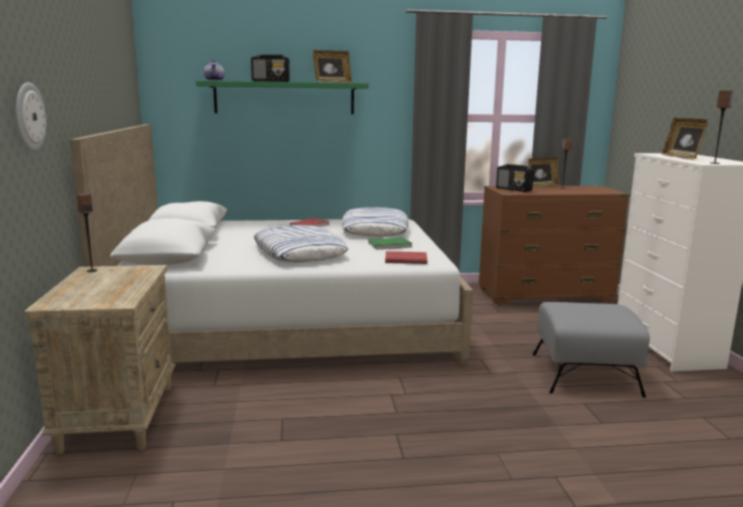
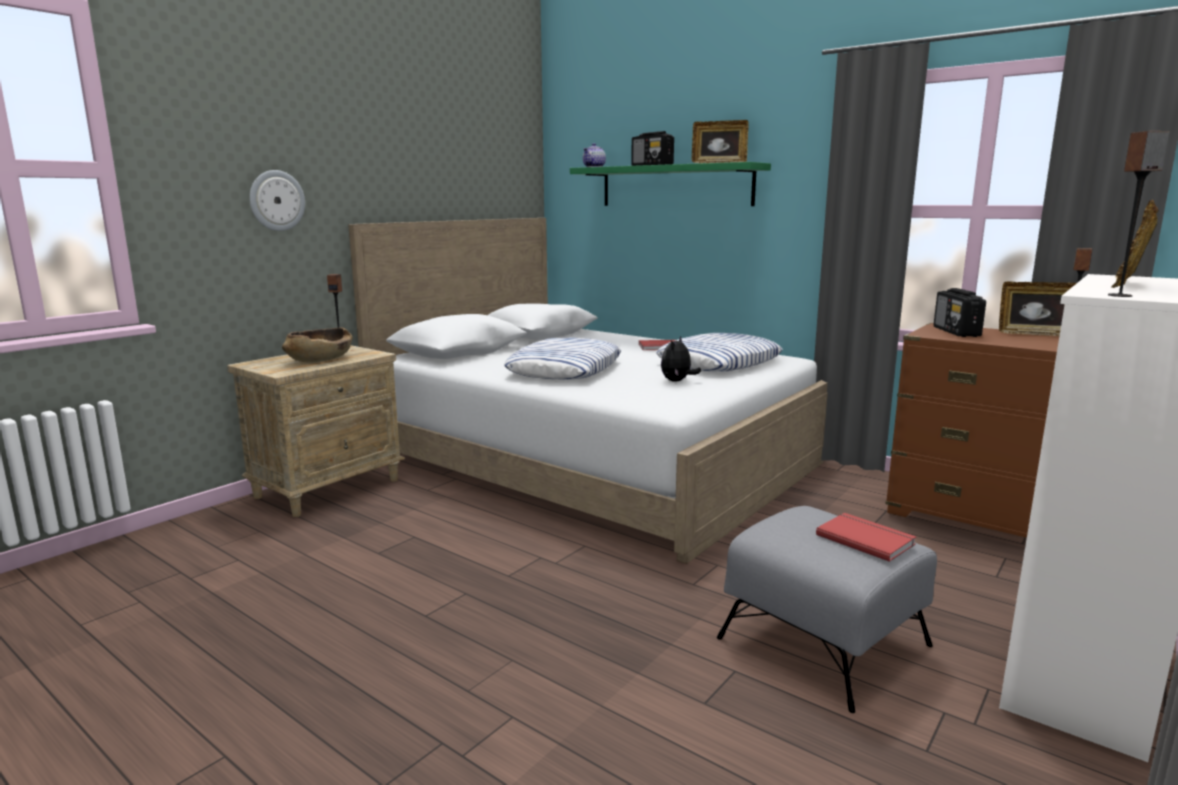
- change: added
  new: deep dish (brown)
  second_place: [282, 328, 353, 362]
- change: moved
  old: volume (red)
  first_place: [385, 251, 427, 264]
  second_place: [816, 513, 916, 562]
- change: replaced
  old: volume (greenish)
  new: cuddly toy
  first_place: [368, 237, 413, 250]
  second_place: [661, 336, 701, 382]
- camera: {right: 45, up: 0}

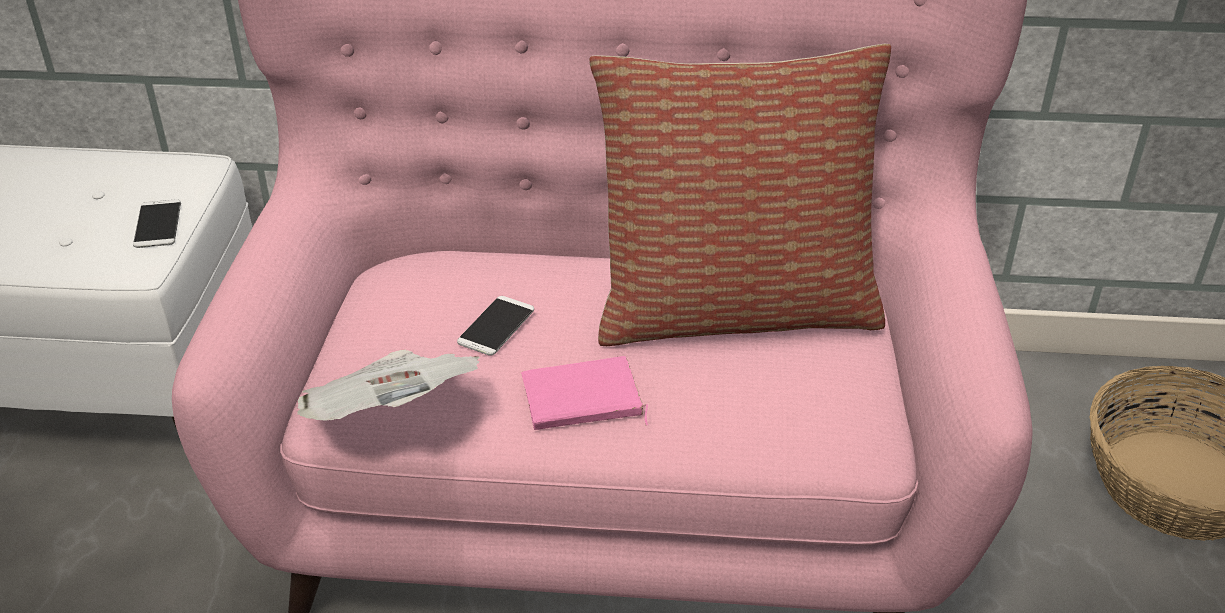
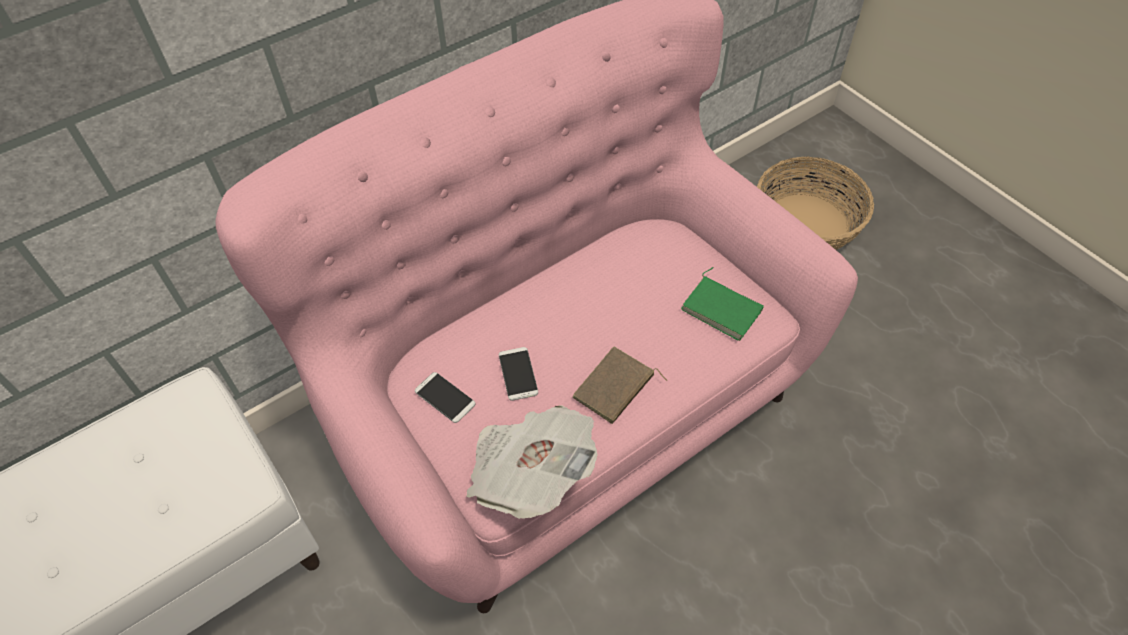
- change: removed
  old: throw pillow
  first_place: [589, 44, 891, 346]
- change: added
  new: volume (greenish)
  second_place: [681, 267, 764, 341]
- change: moved
  old: phone
  first_place: [133, 199, 181, 248]
  second_place: [415, 372, 475, 423]
- change: recoloured
  old: volume (pink-coloured)
  new: volume (brown)
  first_place: [521, 356, 648, 430]
  second_place: [573, 347, 667, 424]
- camera: {right: -40, up: 15}

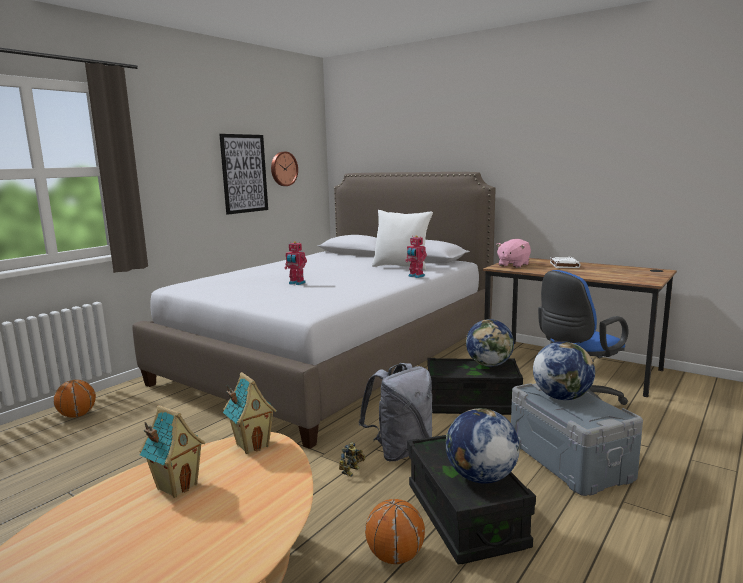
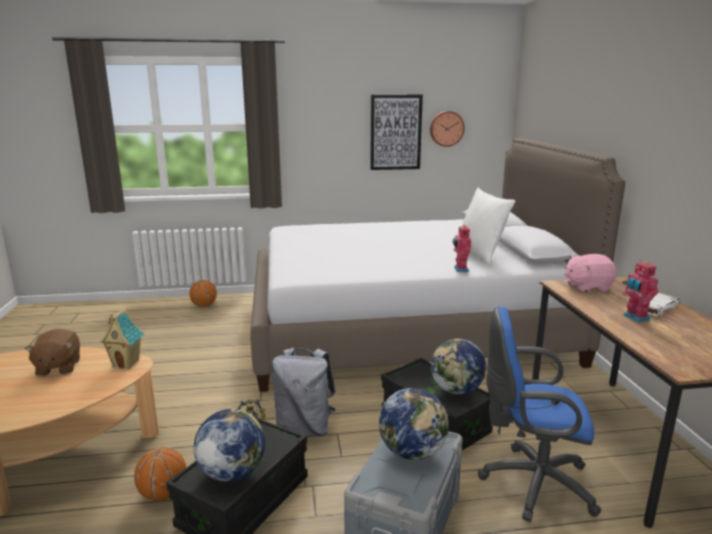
- change: moved
  old: robot figure
  first_place: [285, 241, 307, 285]
  second_place: [622, 260, 658, 322]
- change: replaced
  old: toy house
  new: cuddly toy (brown)
  first_place: [139, 405, 205, 498]
  second_place: [25, 329, 80, 376]
- camera: {right: 45, up: 5}

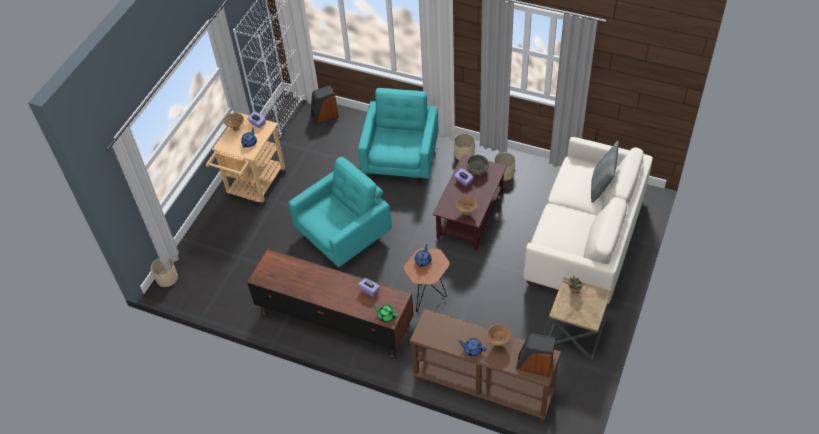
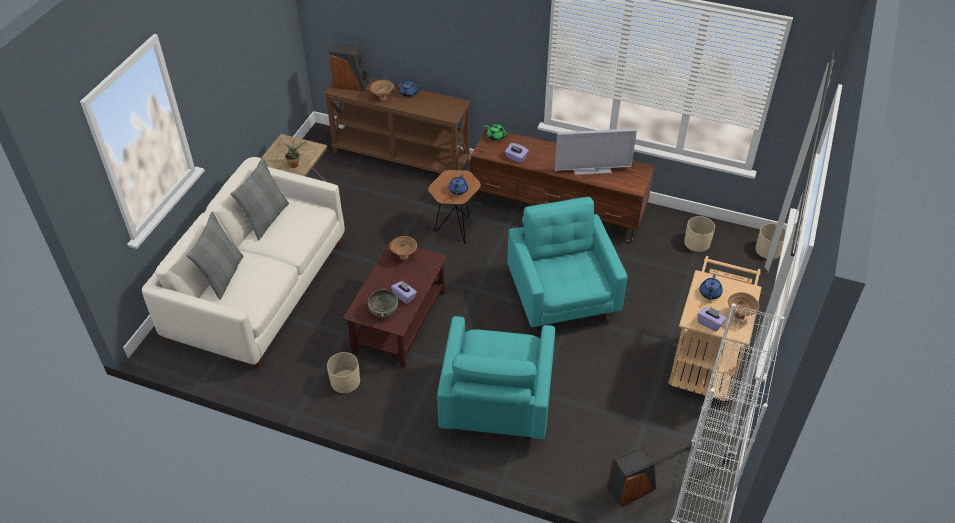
- change: added
  new: throw pillow (grey)
  second_place: [231, 157, 289, 240]
- change: added
  new: TV set
  second_place: [555, 128, 637, 175]
- change: moved
  old: plant pot (beige-coloured)
  first_place: [454, 133, 475, 160]
  second_place: [684, 216, 715, 252]
- change: turned
  old: armchair (blue-green)
  first_place: [289, 157, 392, 267]
  second_place: [507, 197, 628, 330]
  degrees: 120
- camera: {right: 175, up: -5}

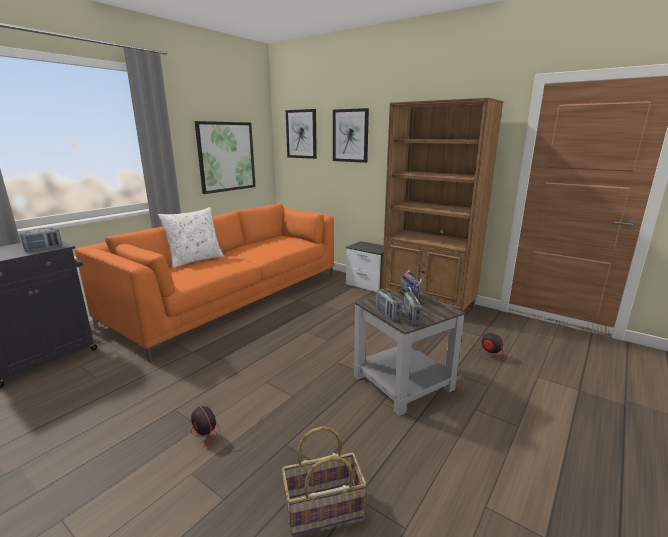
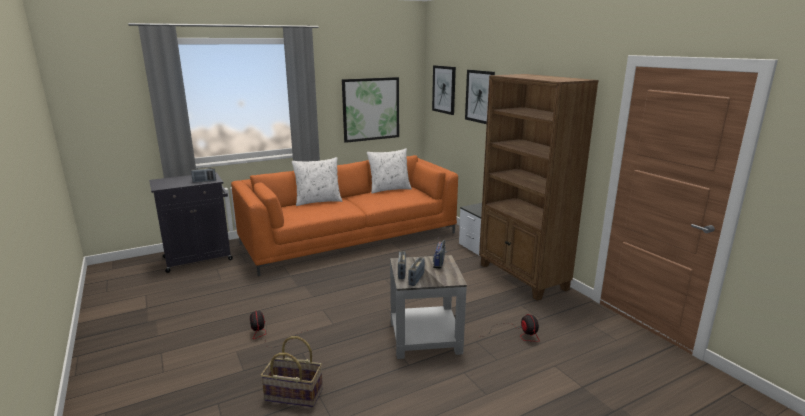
- change: added
  new: throw pillow (white)
  second_place: [367, 148, 412, 194]
- camera: {right: 25, up: 0}

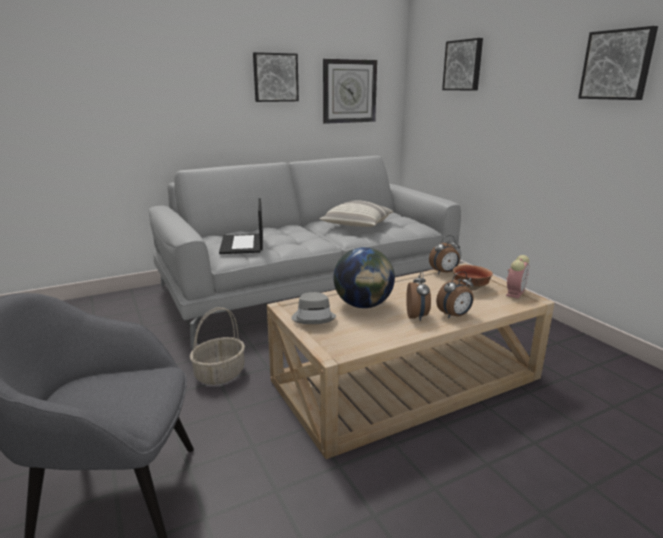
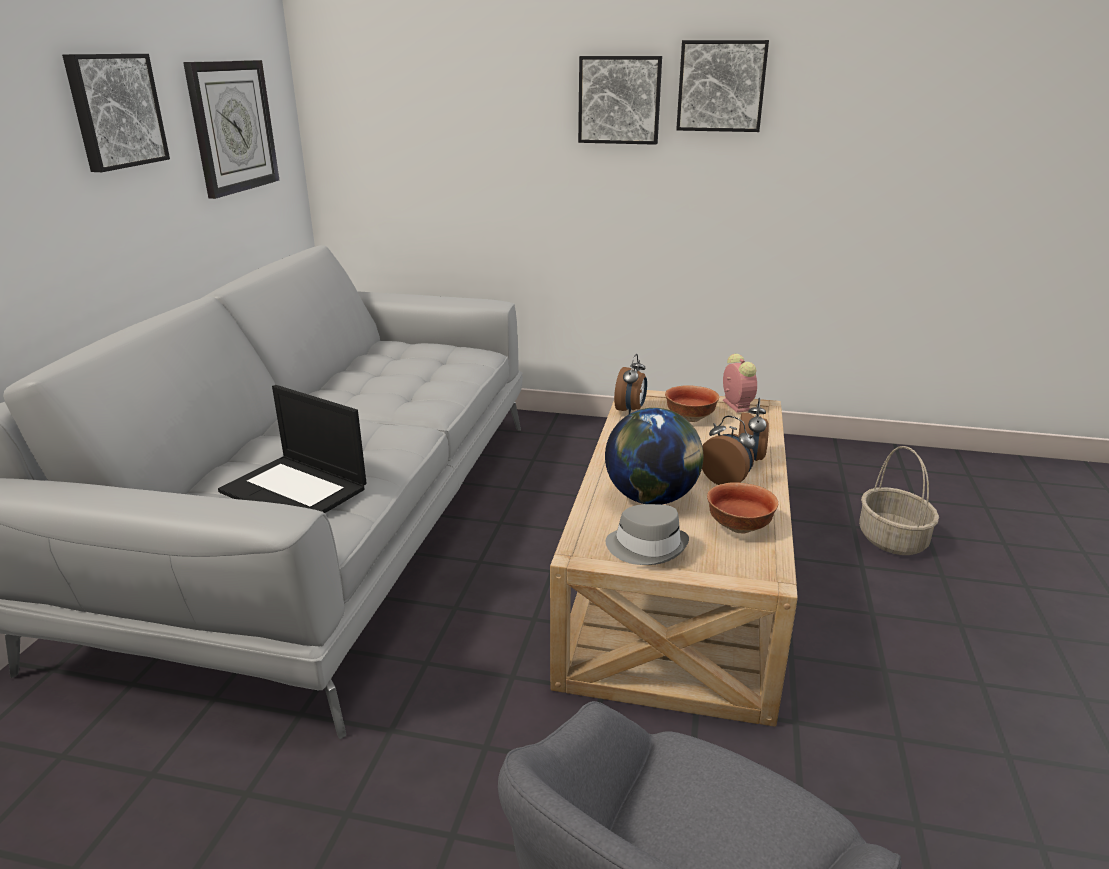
- change: removed
  old: throw pillow
  first_place: [319, 200, 393, 227]
- change: added
  new: deep dish
  second_place: [707, 483, 778, 534]
- change: moved
  old: basket
  first_place: [190, 307, 245, 385]
  second_place: [859, 446, 939, 555]
- change: moved
  old: wall picture
  first_place: [442, 38, 483, 91]
  second_place: [578, 56, 662, 145]
- camera: {right: -50, up: 5}

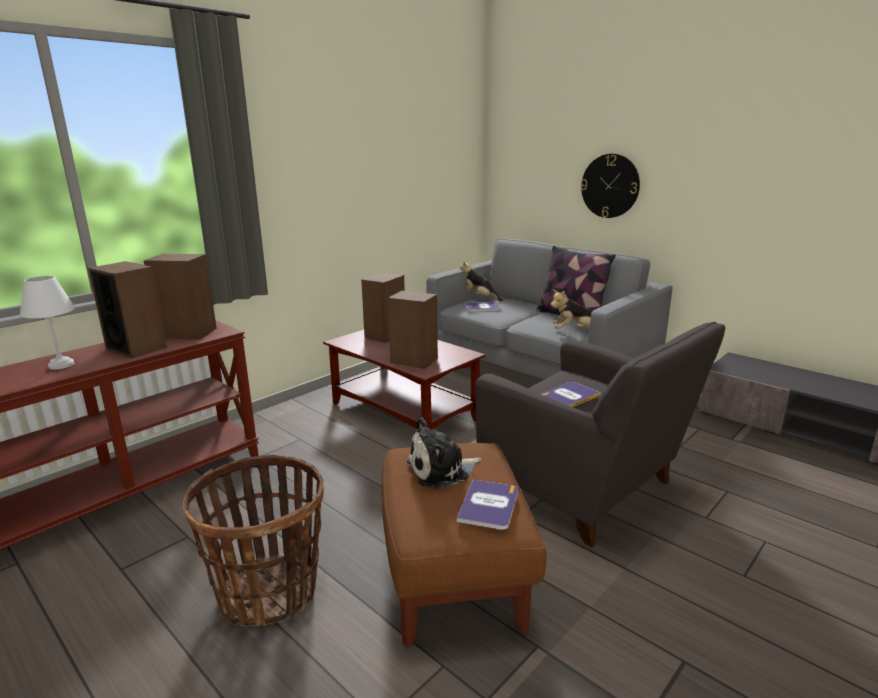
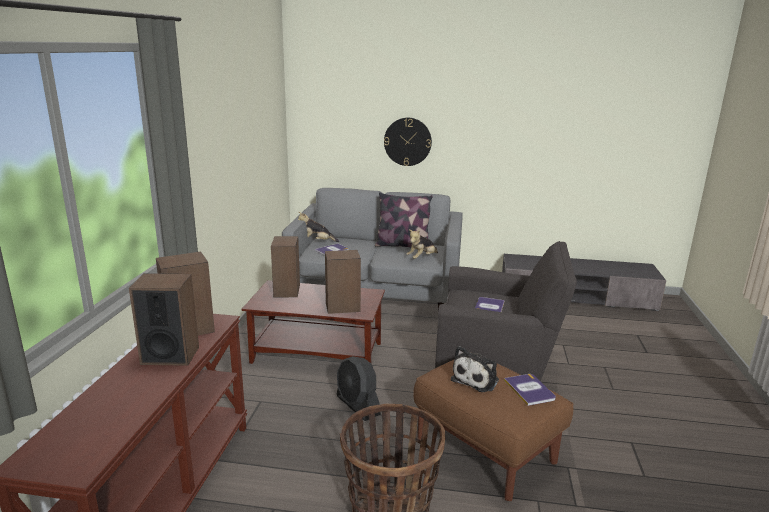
- change: removed
  old: lamp for a table (white)
  first_place: [20, 276, 75, 370]
- change: added
  new: fan (blackish)
  second_place: [337, 356, 381, 421]
- camera: {right: -35, up: 0}

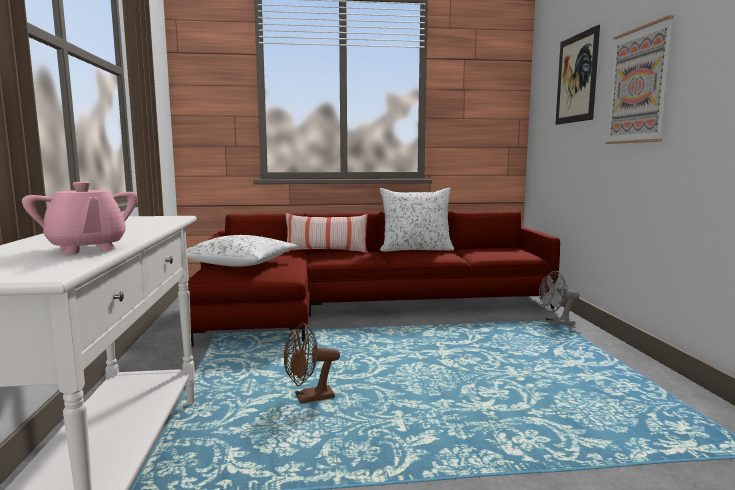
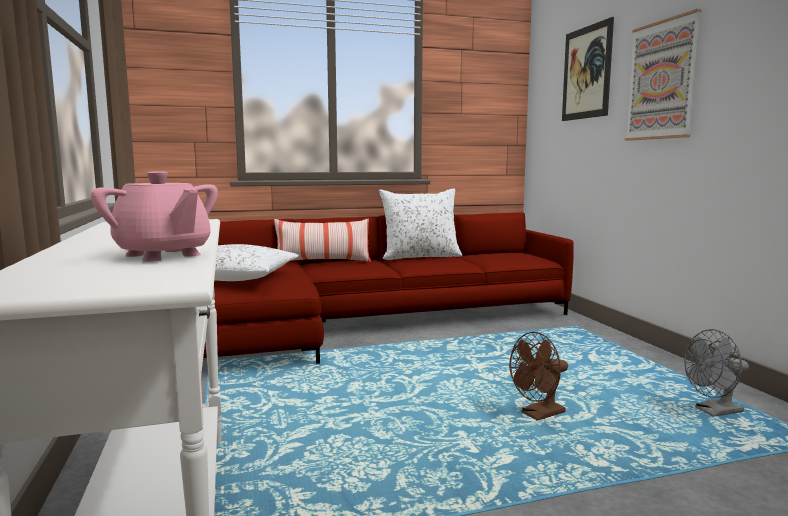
- change: moved
  old: fan (brown)
  first_place: [284, 322, 340, 404]
  second_place: [509, 332, 568, 421]
- change: moved
  old: fan (grey)
  first_place: [539, 271, 580, 325]
  second_place: [684, 329, 749, 417]
- camera: {right: -10, up: 0}

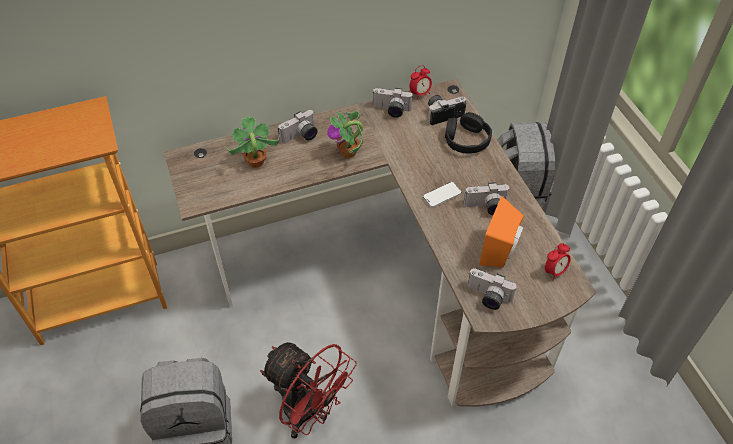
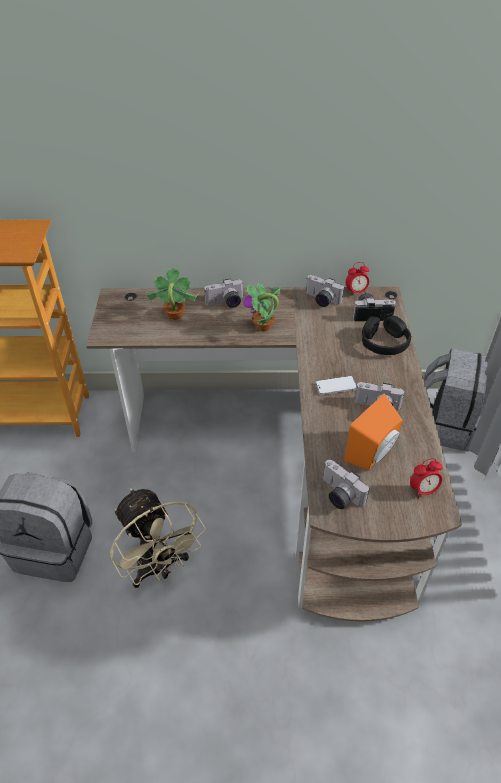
- change: recoloured
  old: fan (red)
  new: fan (beige-coloured)
  first_place: [260, 342, 357, 439]
  second_place: [110, 488, 206, 588]
- camera: {right: 20, up: -5}

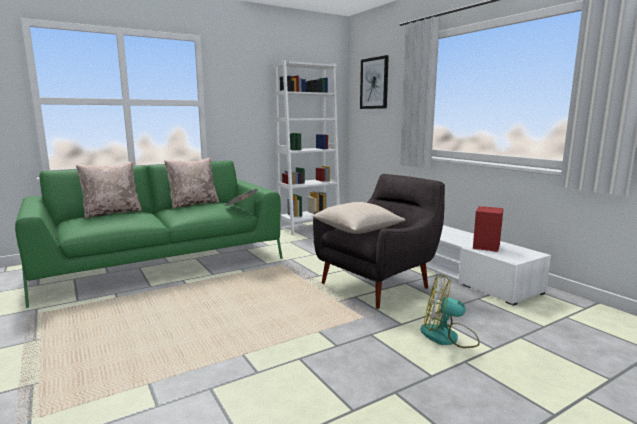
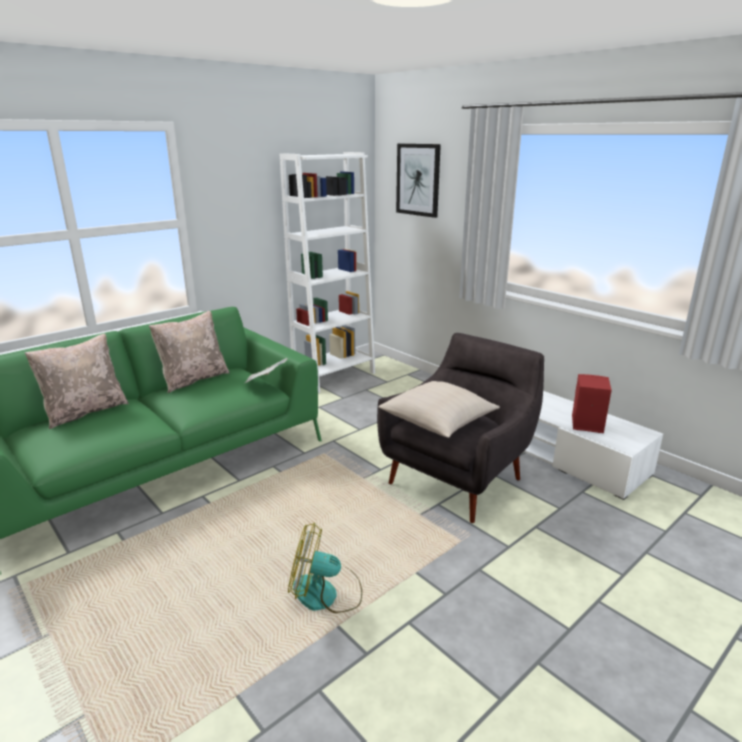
- change: moved
  old: fan
  first_place: [420, 275, 480, 348]
  second_place: [288, 522, 362, 613]
- camera: {right: -10, up: 10}

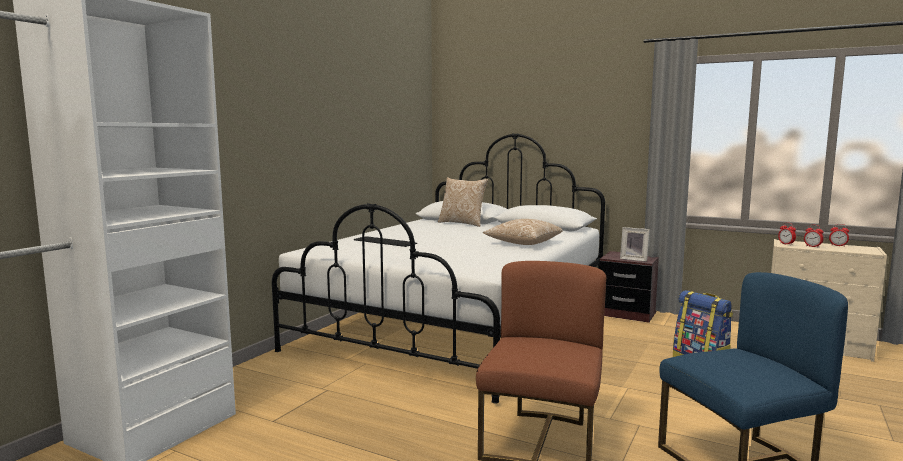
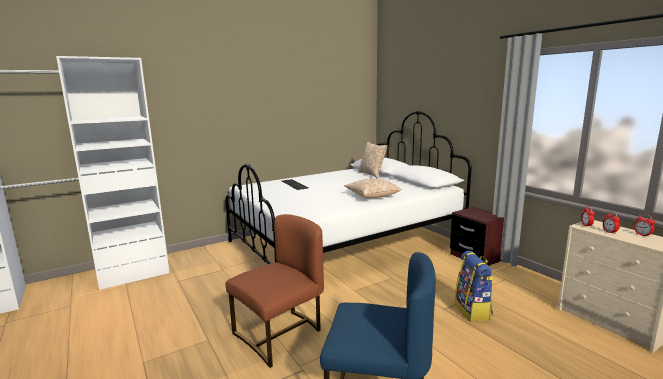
- change: removed
  old: standing frame
  first_place: [620, 227, 650, 262]
- camera: {right: 30, up: 5}

